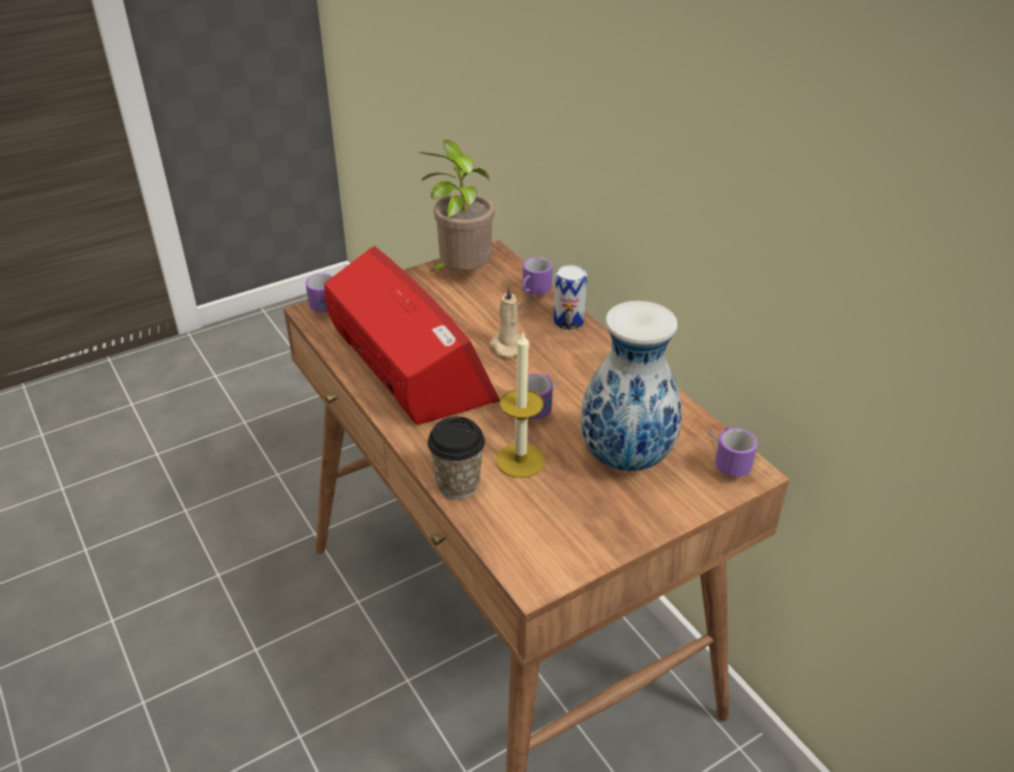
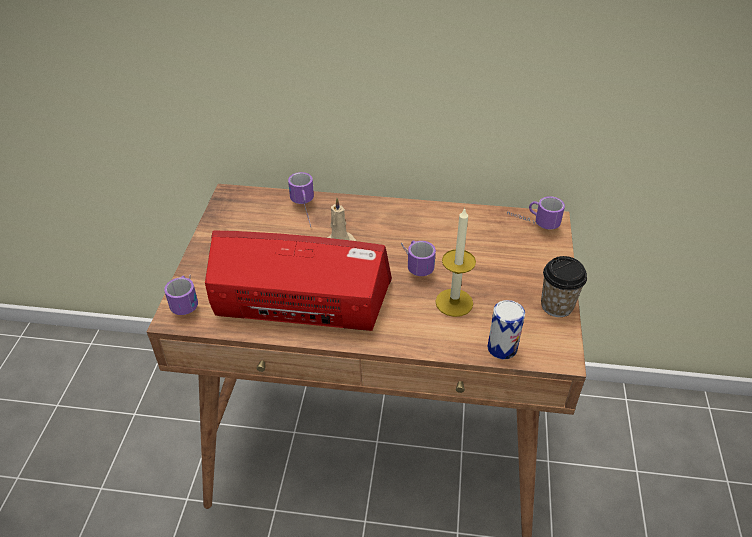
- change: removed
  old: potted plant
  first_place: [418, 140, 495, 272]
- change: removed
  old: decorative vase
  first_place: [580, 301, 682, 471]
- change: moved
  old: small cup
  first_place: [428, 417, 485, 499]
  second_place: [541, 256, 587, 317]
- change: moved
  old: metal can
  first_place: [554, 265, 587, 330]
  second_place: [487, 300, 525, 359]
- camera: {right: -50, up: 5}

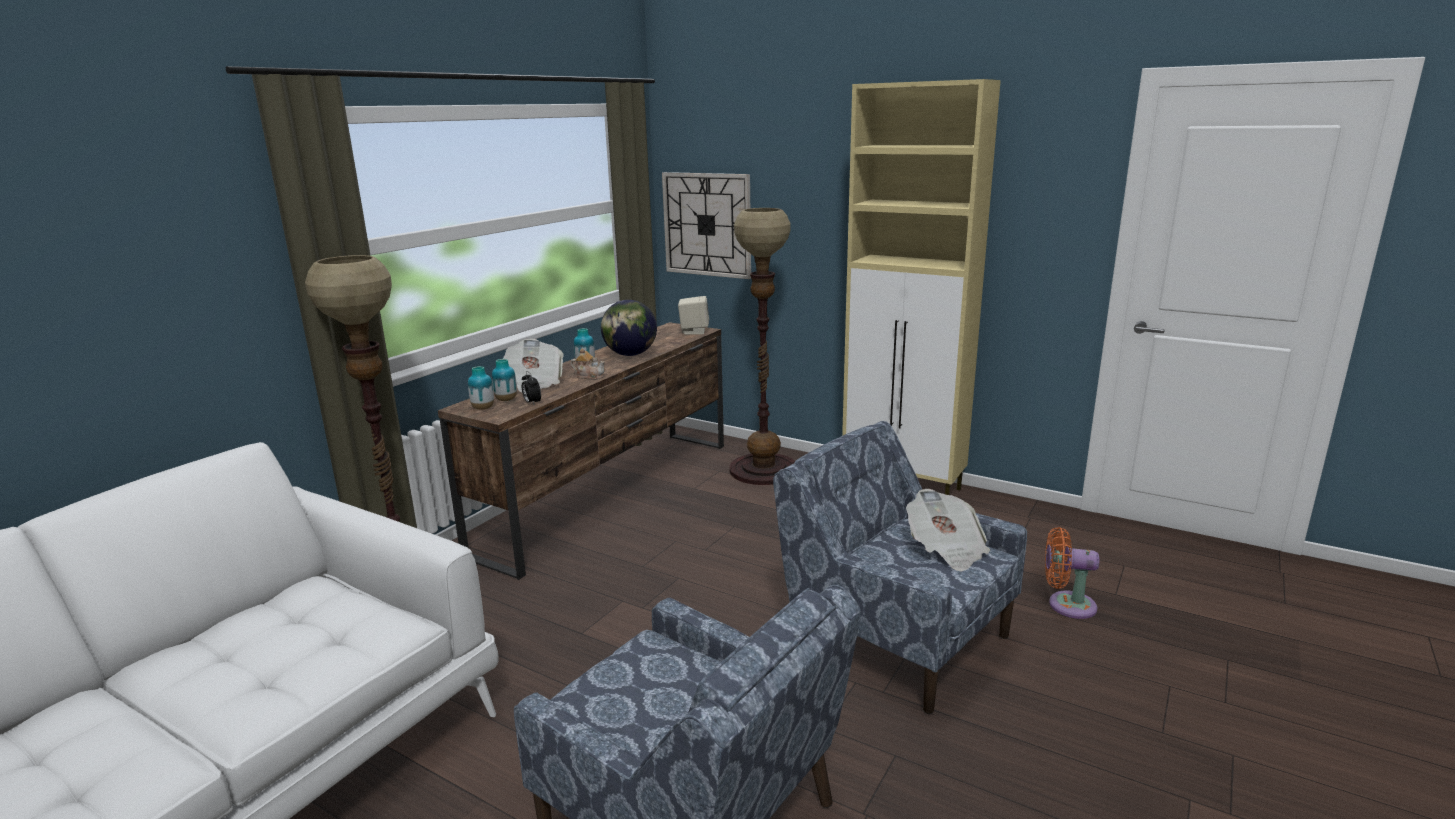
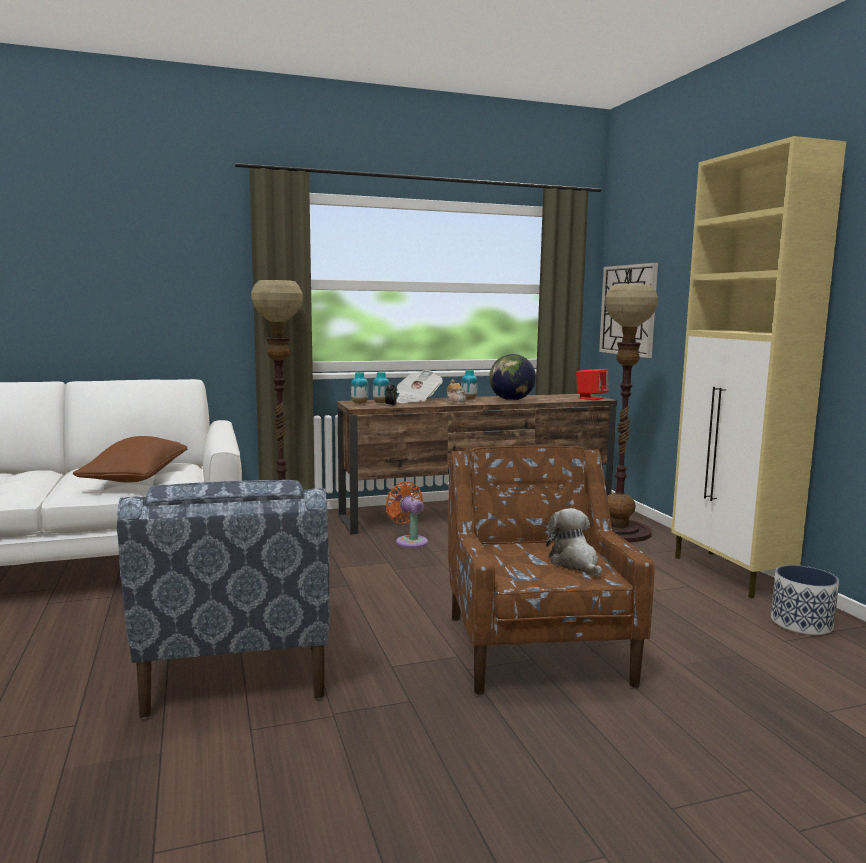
- change: added
  new: throw pillow (brown)
  second_place: [73, 436, 187, 483]
- change: added
  new: plant pot
  second_place: [771, 565, 839, 635]
- change: moved
  old: fan (orange)
  first_place: [1045, 527, 1099, 619]
  second_place: [385, 482, 428, 548]
- change: replaced
  old: printed paper
  new: cuddly toy
  first_place: [906, 489, 990, 572]
  second_place: [546, 508, 602, 577]
- change: recoloured
  old: loudspeaker (beige-coloured)
  new: loudspeaker (red)
  first_place: [678, 296, 709, 335]
  second_place: [576, 369, 609, 400]
- change: recoloured
  old: armchair (bluish)
  new: armchair (brown)
  first_place: [773, 421, 1027, 714]
  second_place: [448, 446, 655, 695]
- camera: {right: 40, up: -10}

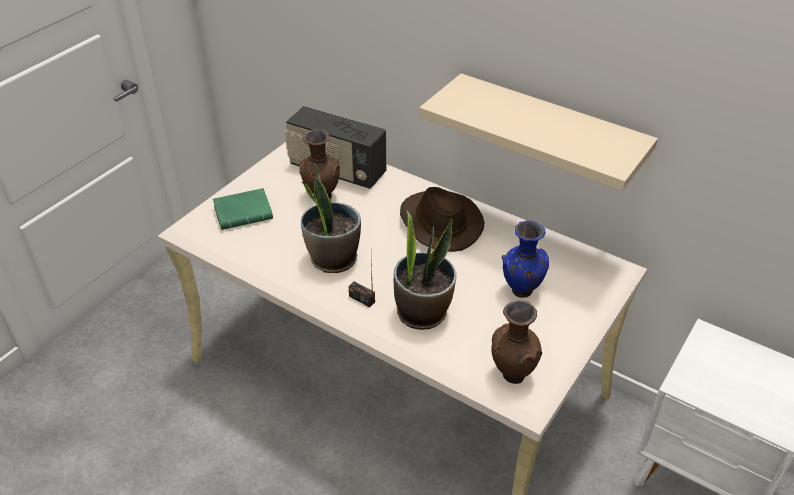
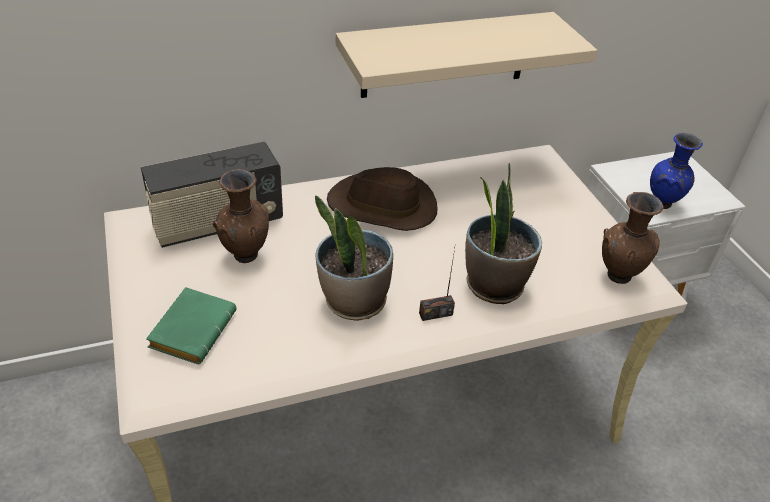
- change: moved
  old: decorative vase (bluish)
  first_place: [502, 221, 549, 298]
  second_place: [650, 133, 703, 209]
- camera: {right: -55, up: 0}

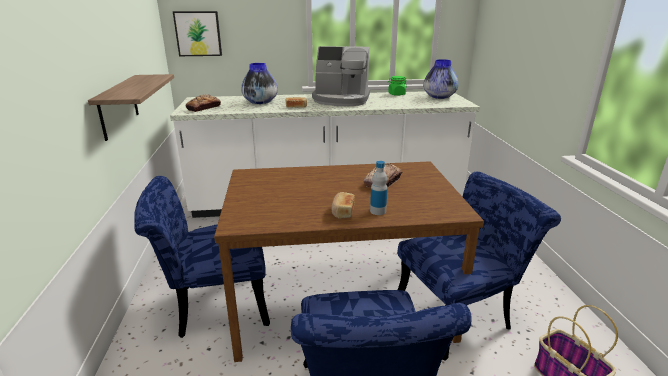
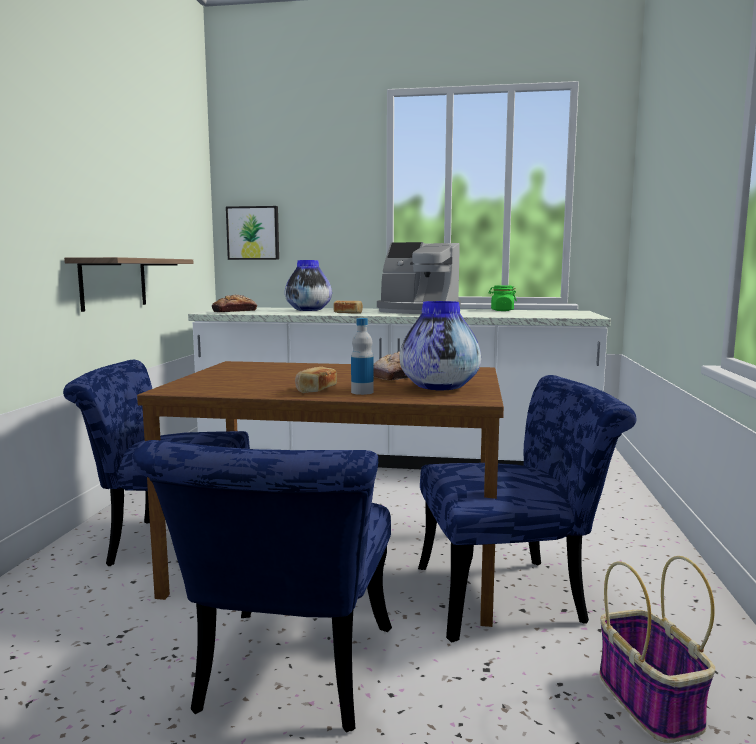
- change: moved
  old: decorative vase
  first_place: [423, 59, 459, 99]
  second_place: [399, 301, 481, 390]
- camera: {right: 15, up: -15}

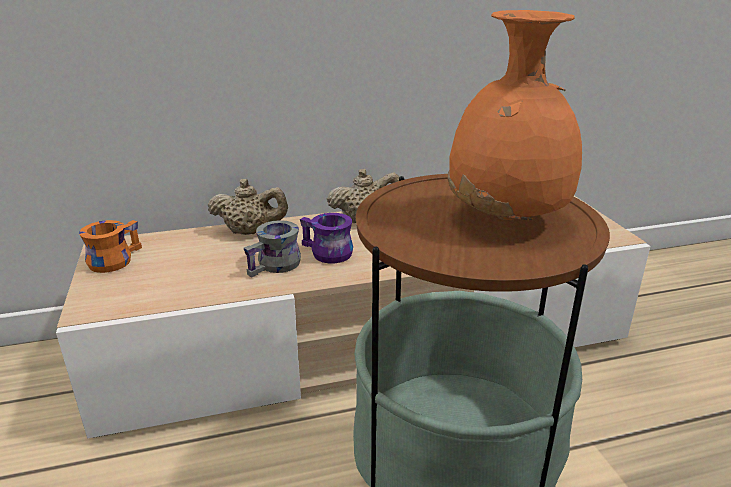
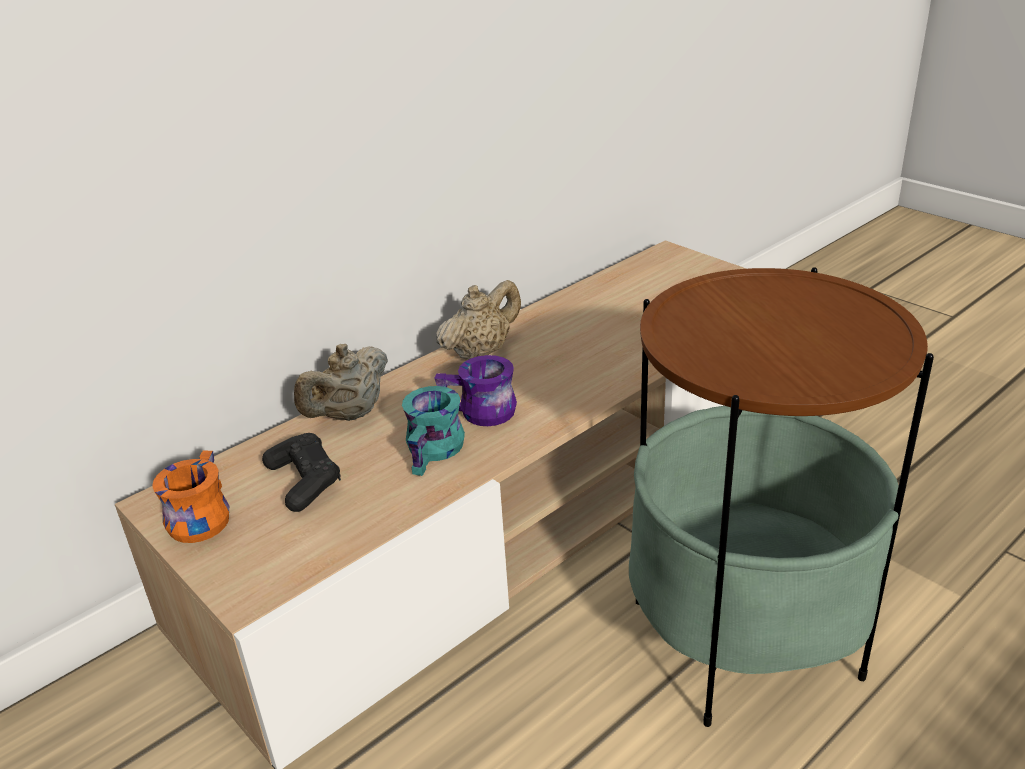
- change: removed
  old: decorative vase (orange)
  first_place: [448, 10, 582, 220]
- change: added
  new: joypad (blackish)
  second_place: [262, 433, 341, 512]
- change: recoloured
  old: mug (grey)
  new: mug (blue-green)
  first_place: [244, 220, 301, 278]
  second_place: [402, 386, 465, 476]
- change: turned
  old: teapot (beige-coloured)
  first_place: [208, 179, 288, 235]
  second_place: [294, 344, 388, 421]
  degrees: 150
- camera: {right: -25, up: 5}

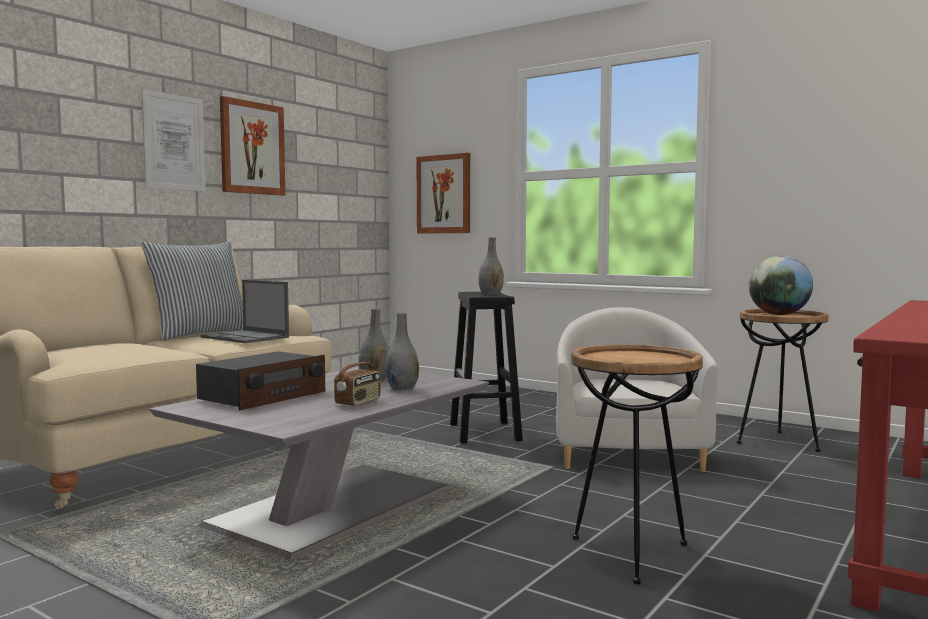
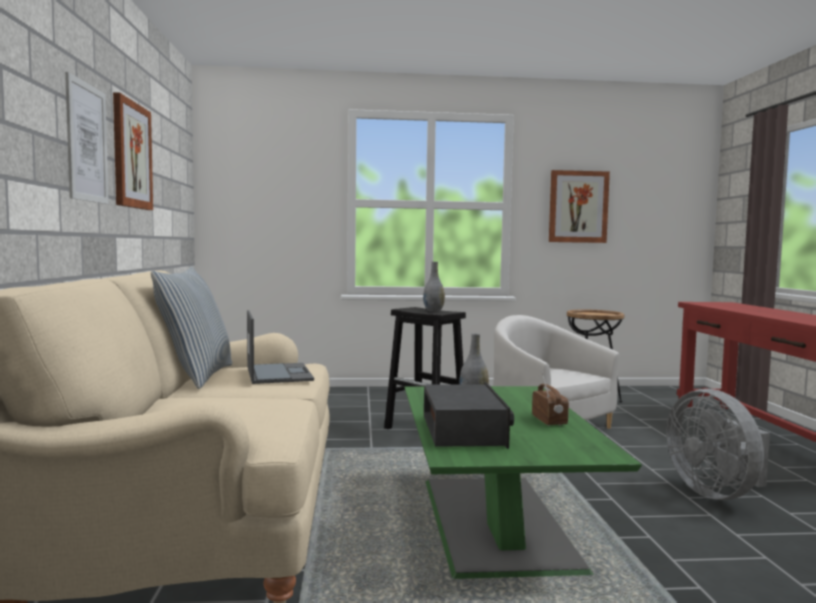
- change: removed
  old: decorative vase (grey)
  first_place: [385, 313, 419, 391]
- change: removed
  old: world globe
  first_place: [749, 256, 813, 315]
- change: moved
  old: wall picture
  first_place: [416, 153, 470, 234]
  second_place: [549, 170, 610, 243]
- change: replaced
  old: end table (brown)
  new: fan (grey)
  first_place: [571, 345, 703, 584]
  second_place: [666, 389, 770, 500]
- change: recoloured
  old: lounge table (grey)
  new: lounge table (greenish)
  first_place: [149, 367, 489, 559]
  second_place: [404, 386, 642, 579]
- change: turned
  old: notebook computer
  first_place: [200, 280, 289, 343]
  second_place: [247, 310, 314, 384]
  degrees: -105
- camera: {right: -40, up: 0}

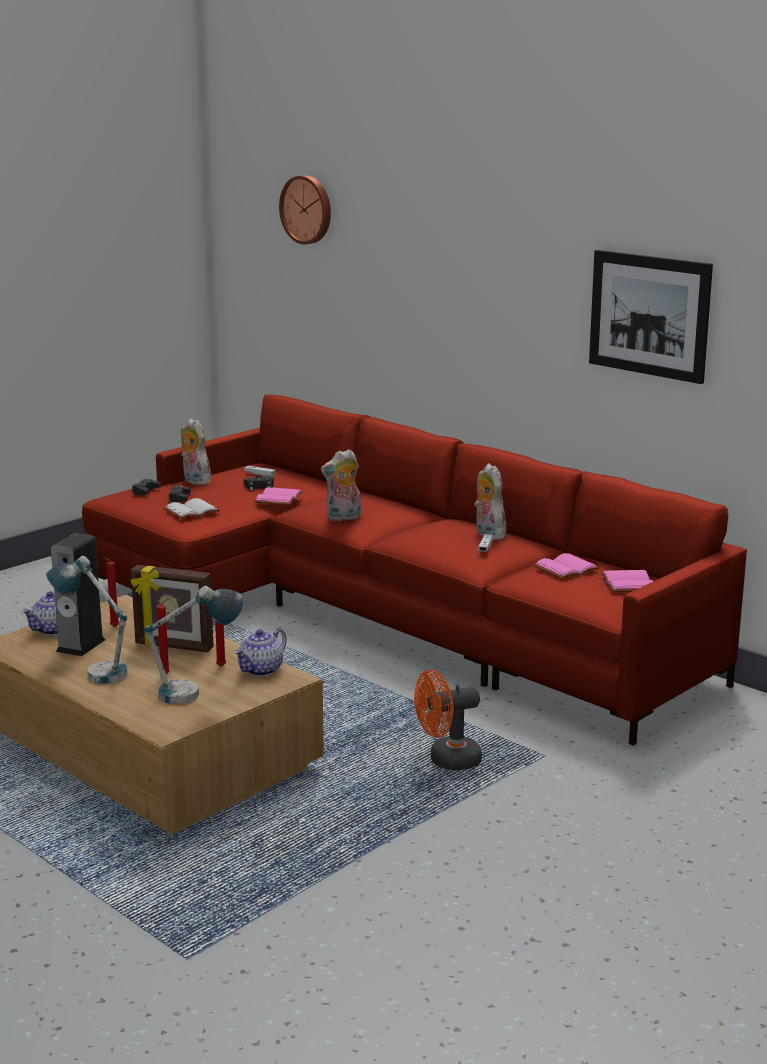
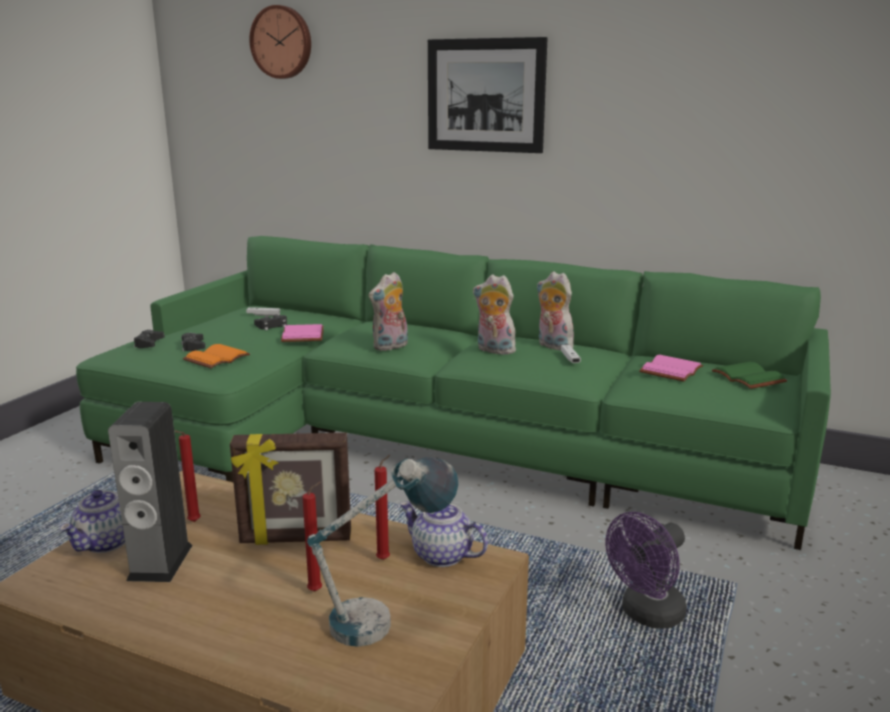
- change: removed
  old: lamp for a table
  first_place: [46, 556, 127, 684]
- change: moved
  old: cuddly toy
  first_place: [181, 418, 211, 485]
  second_place: [473, 275, 516, 354]
- change: moved
  old: wall picture
  first_place: [589, 250, 713, 384]
  second_place: [428, 37, 548, 153]
- change: recoloured
  old: settee (red)
  new: settee (greenish)
  first_place: [82, 394, 747, 746]
  second_place: [76, 236, 831, 550]
- change: recoloured
  old: volume (white)
  new: volume (orange)
  first_place: [163, 498, 220, 519]
  second_place: [183, 344, 250, 368]
- change: recoloured
  old: fan (orange)
  new: fan (purple)
  first_place: [414, 669, 482, 770]
  second_place: [605, 512, 687, 629]
- change: recoloured
  old: volume (pink-coloured)
  new: volume (greenish)
  first_place: [601, 570, 653, 592]
  second_place: [712, 362, 787, 389]
- change: turned
  old: teapot
  first_place: [234, 628, 287, 676]
  second_place: [400, 501, 488, 567]
  degrees: 105
- camera: {right: -20, up: 0}

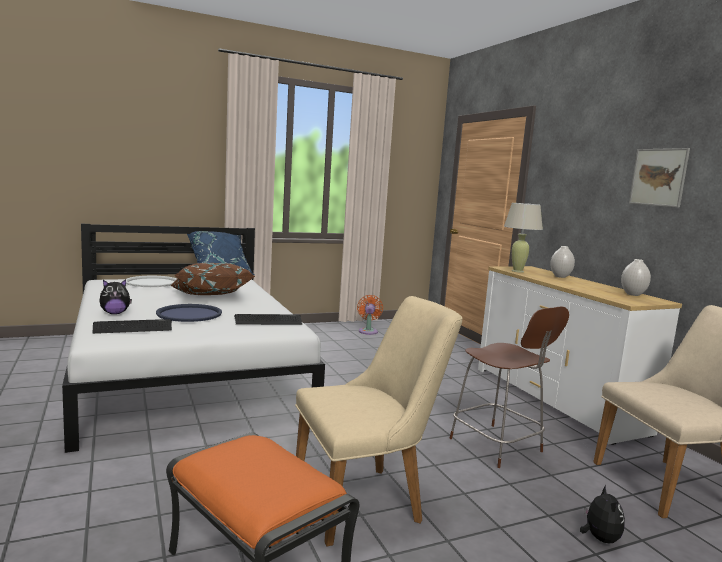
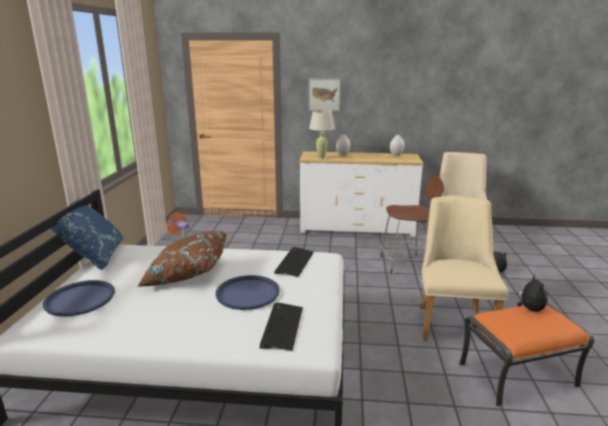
- change: moved
  old: cuddly toy
  first_place: [99, 280, 132, 314]
  second_place: [517, 275, 548, 312]
- change: moved
  old: wall picture
  first_place: [629, 148, 690, 208]
  second_place: [309, 78, 341, 111]
- change: recoloured
  old: serving tray (white)
  new: serving tray (bluish)
  first_place: [125, 276, 177, 287]
  second_place: [43, 280, 115, 317]
- camera: {right: -60, up: 10}

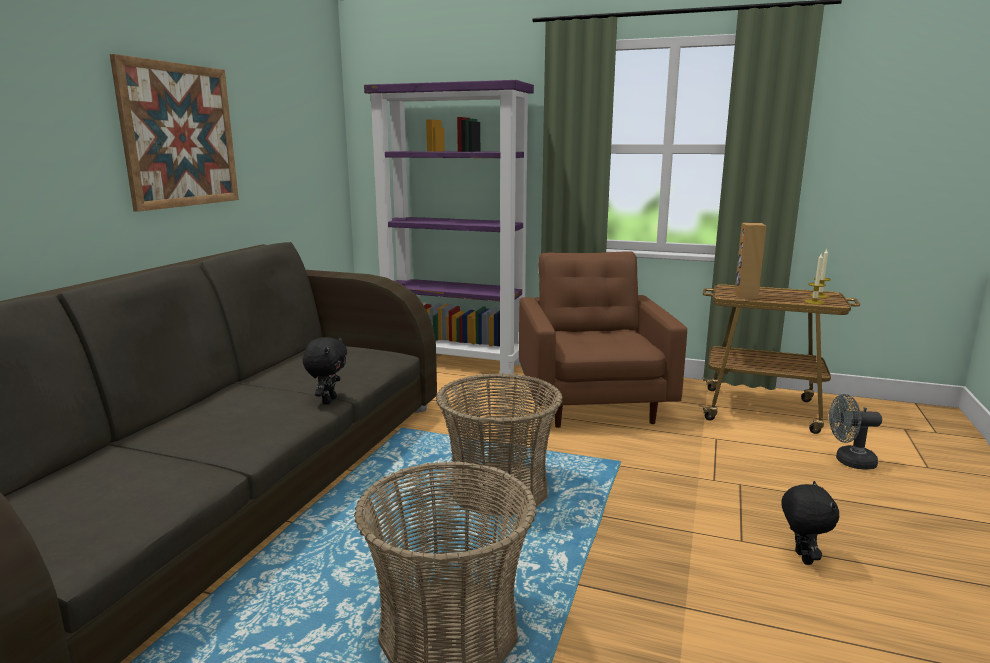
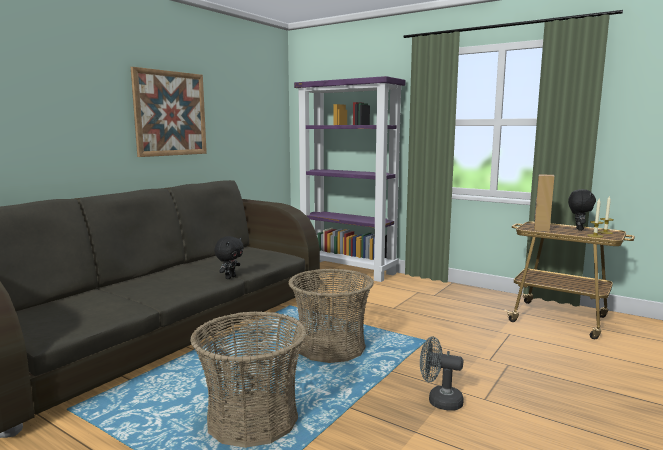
- change: removed
  old: armchair (brown)
  first_place: [519, 252, 687, 428]
- change: moved
  old: cuddly toy (blackish)
  first_place: [782, 481, 839, 565]
  second_place: [568, 189, 596, 231]
- change: moved
  old: fan (grey)
  first_place: [829, 394, 882, 469]
  second_place: [420, 337, 464, 411]
- camera: {right: 15, up: -5}

